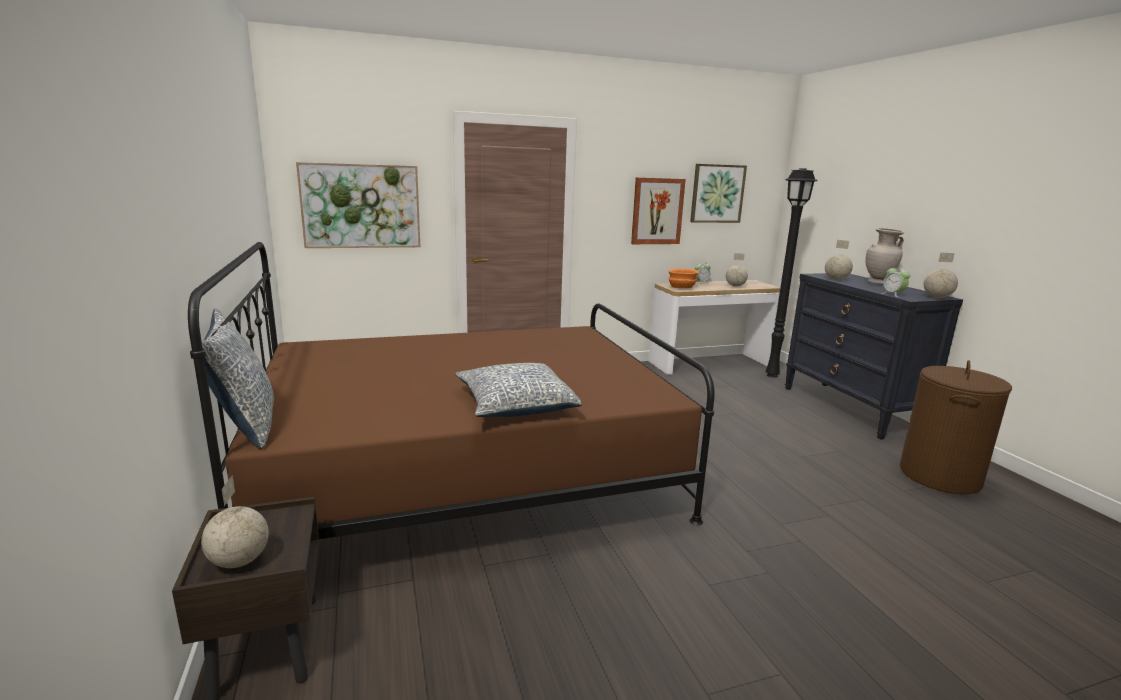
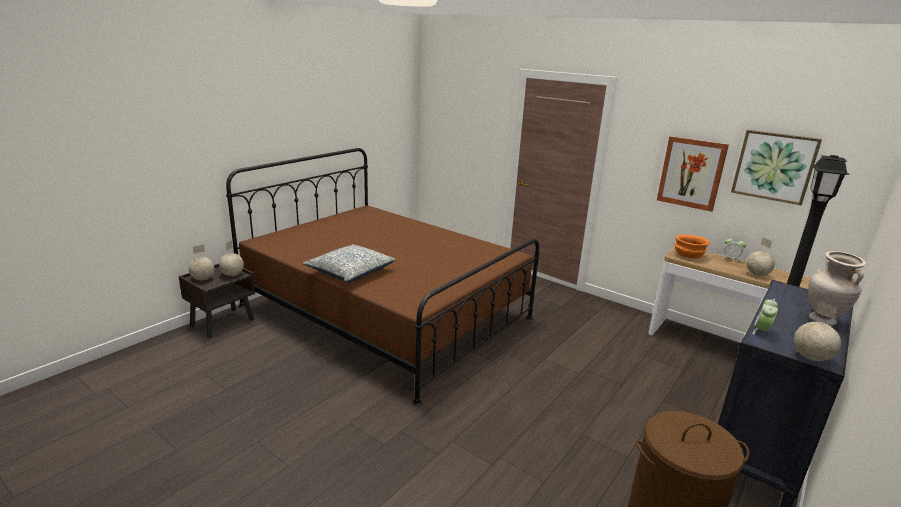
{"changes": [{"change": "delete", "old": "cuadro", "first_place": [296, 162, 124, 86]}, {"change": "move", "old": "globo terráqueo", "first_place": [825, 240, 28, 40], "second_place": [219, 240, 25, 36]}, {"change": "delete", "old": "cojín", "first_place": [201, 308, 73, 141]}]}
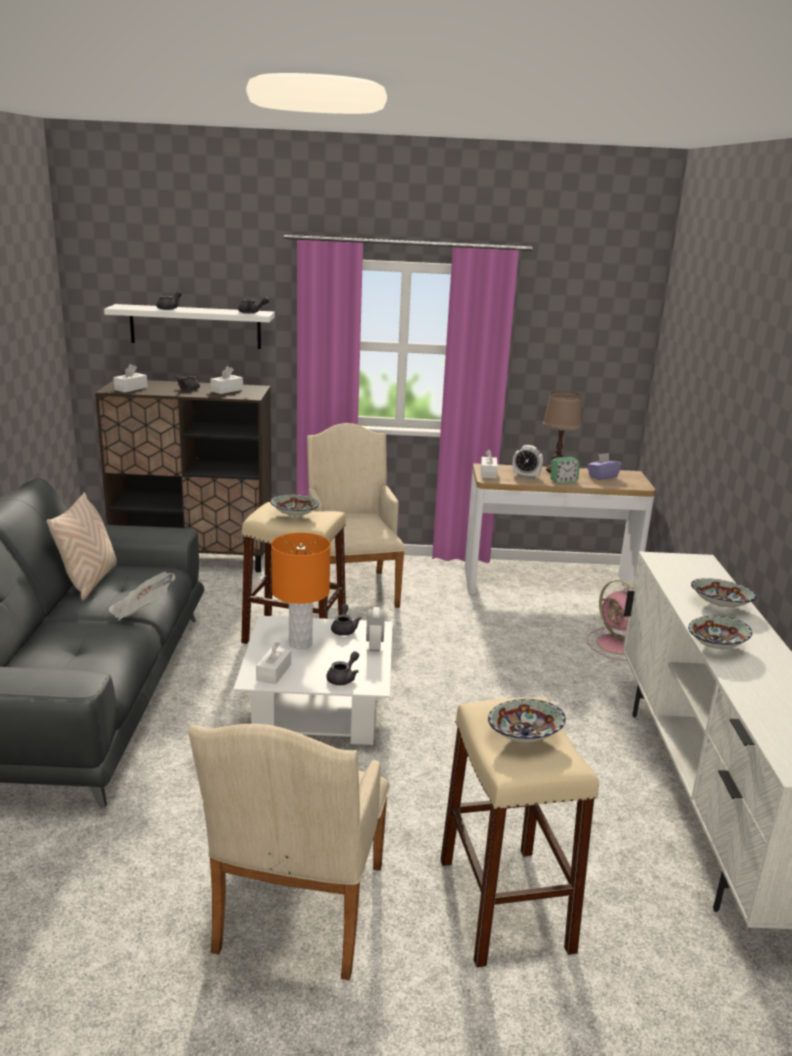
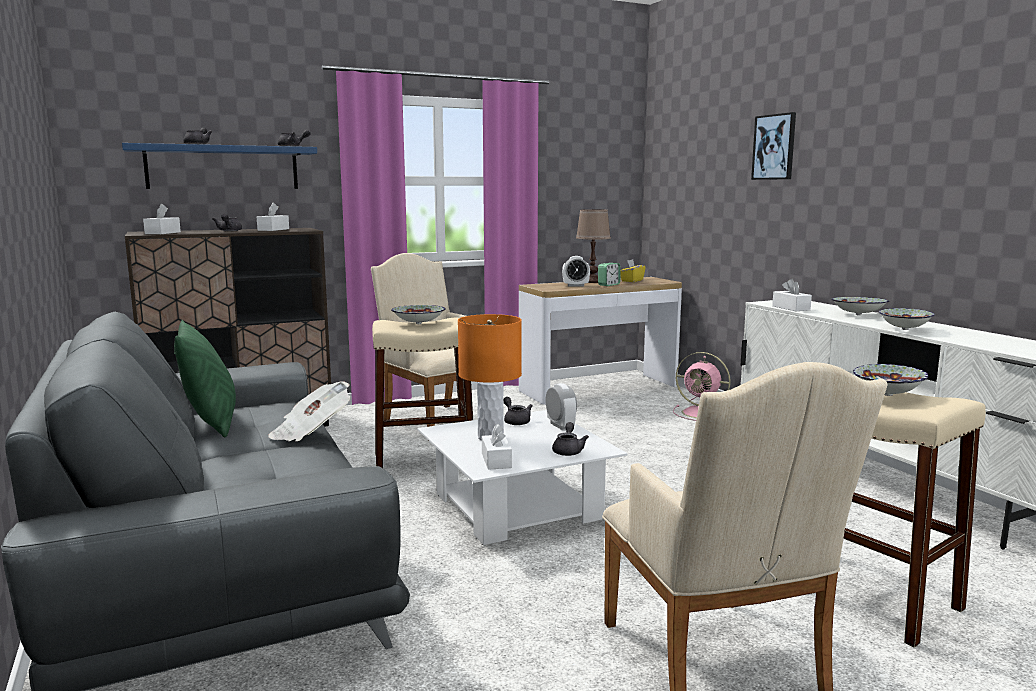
{"changes": [{"change": "recolor", "old": "estante [blanco]", "new": "estante [azul]", "first_place": [104, 304, 171, 45], "second_place": [122, 143, 195, 46]}, {"change": "move", "old": "caja de pañuelos [blanco]", "first_place": [481, 450, 17, 28], "second_place": [772, 279, 40, 32]}, {"change": "recolor", "old": "caja de pañuelos [morado]", "new": "caja de pañuelos [amarillo]", "first_place": [587, 453, 35, 27], "second_place": [620, 260, 26, 22]}, {"change": "recolor", "old": "cojín [beis]", "new": "cojín [verde]", "first_place": [47, 492, 70, 108], "second_place": [174, 320, 62, 117]}, {"change": "insert", "new": "cuadro", "second_place": [751, 112, 45, 68]}]}
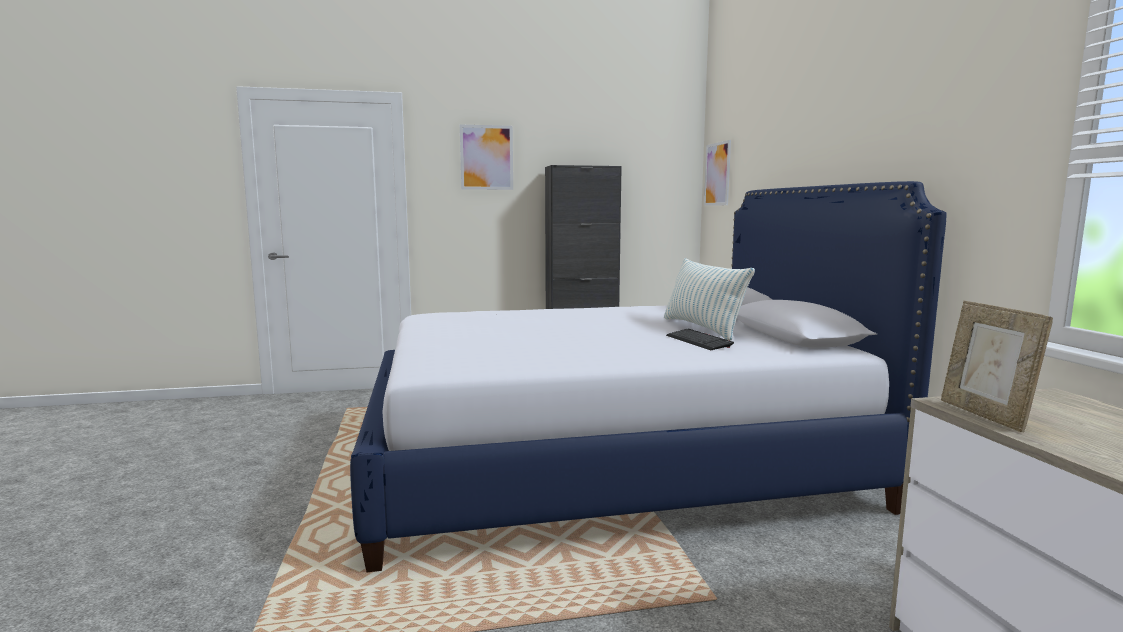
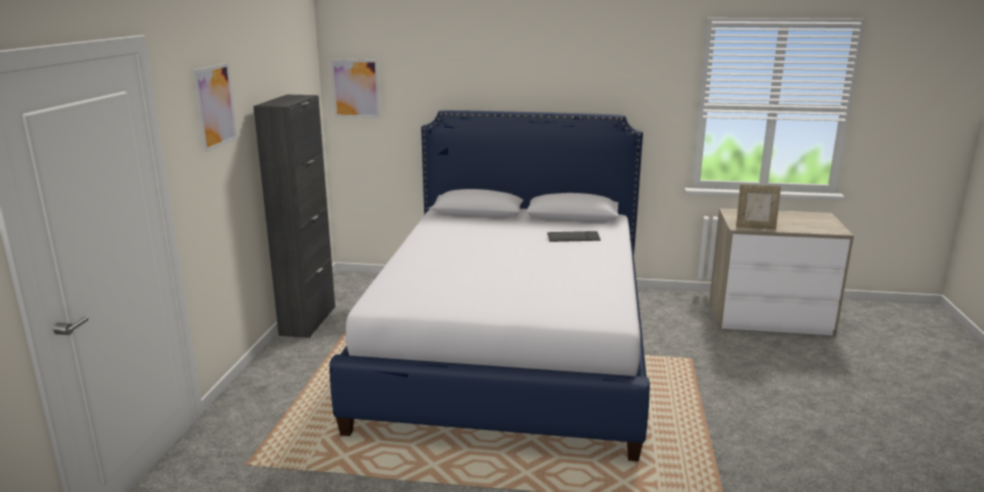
{"changes": [{"change": "delete", "old": "cojín", "first_place": [664, 258, 91, 83]}]}
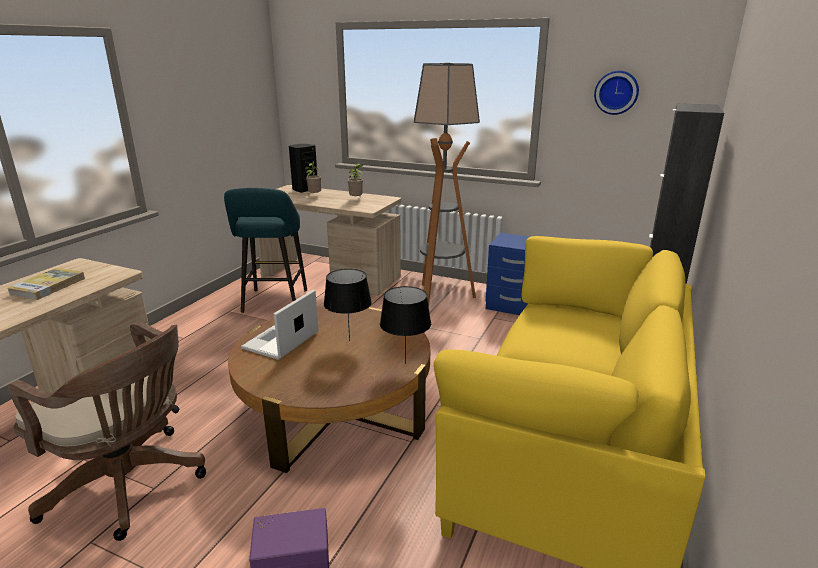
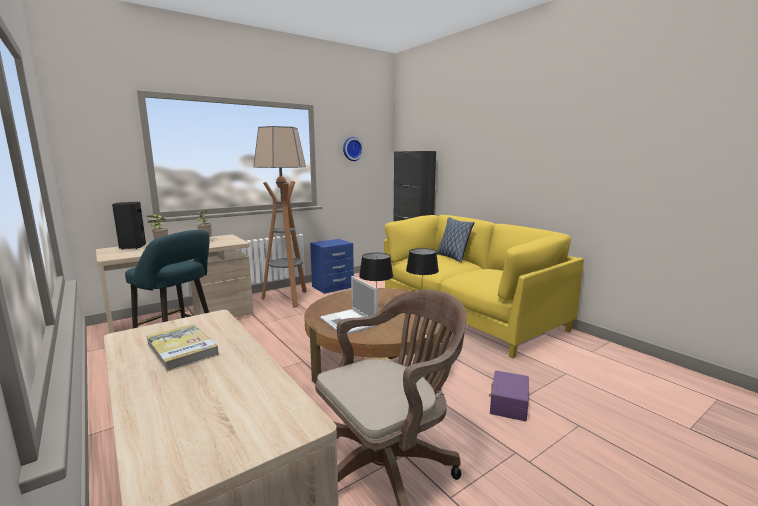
{"changes": [{"change": "insert", "new": "cojín", "second_place": [437, 217, 37, 46]}]}
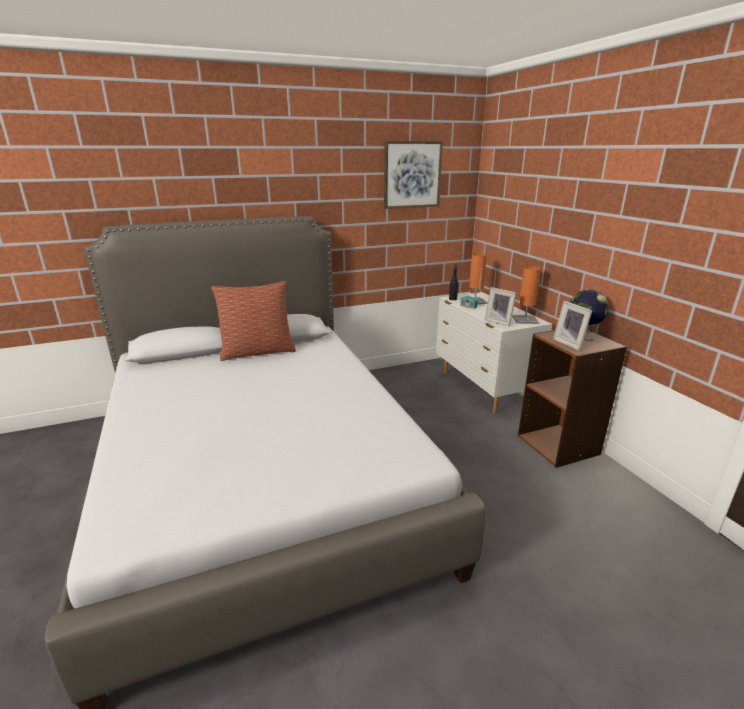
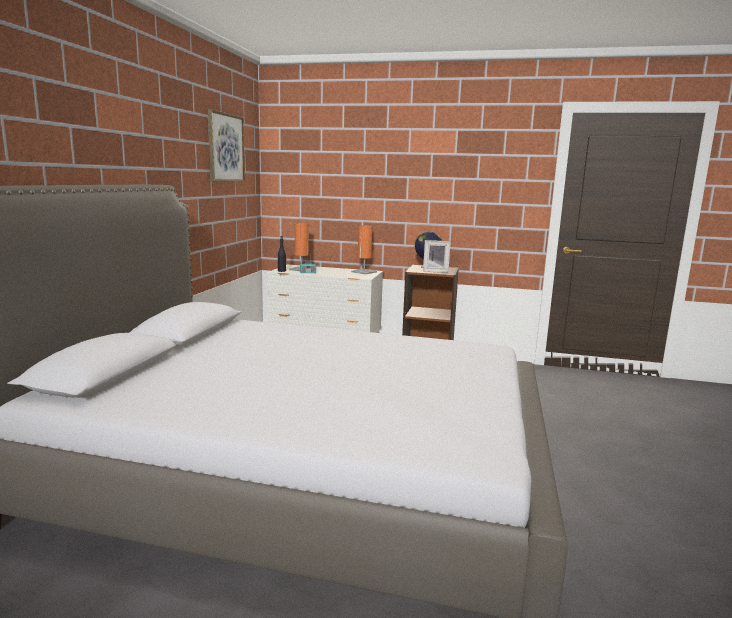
{"changes": [{"change": "delete", "old": "cojín", "first_place": [211, 281, 85, 80]}, {"change": "delete", "old": "portarretratos", "first_place": [485, 287, 31, 40]}]}
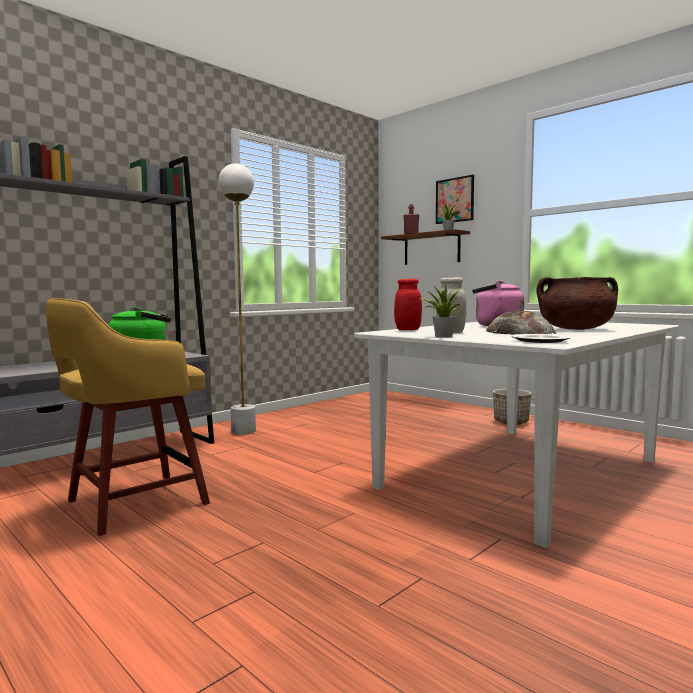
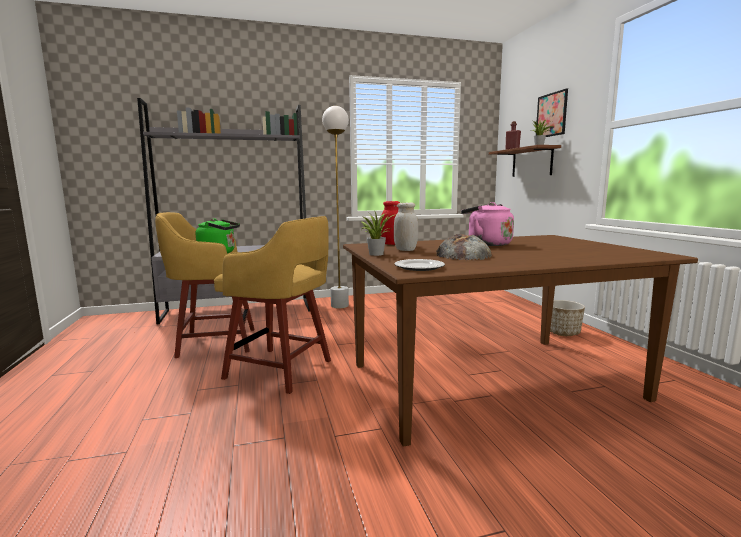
{"changes": [{"change": "delete", "old": "olla [marrón]", "first_place": [536, 277, 82, 53]}, {"change": "recolor", "old": "mesa de comedor [blanco]", "new": "mesa de comedor [marrón]", "first_place": [354, 322, 325, 226], "second_place": [343, 235, 355, 212]}, {"change": "insert", "new": "taburete [amarillo]", "second_place": [214, 216, 117, 178]}]}
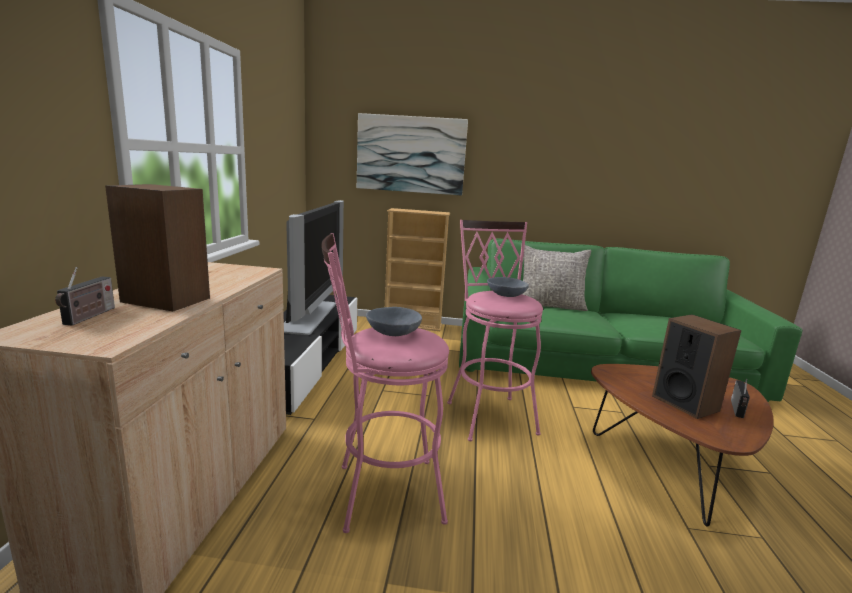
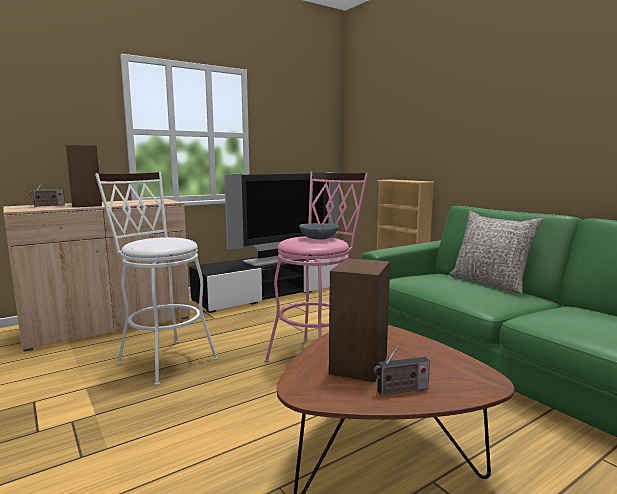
{"changes": [{"change": "delete", "old": "cuadro", "first_place": [357, 113, 111, 83]}, {"change": "recolor", "old": "taburete [rosa]", "new": "taburete [blanco]", "first_place": [321, 233, 128, 300], "second_place": [95, 172, 123, 214]}, {"change": "delete", "old": "cuenco [gris]", "first_place": [366, 307, 56, 29]}]}
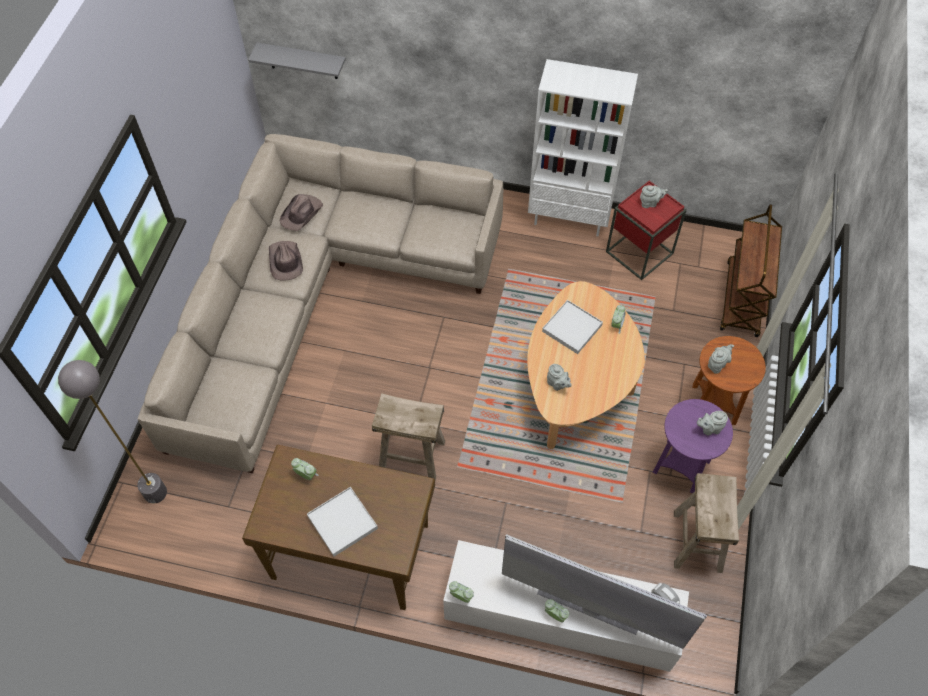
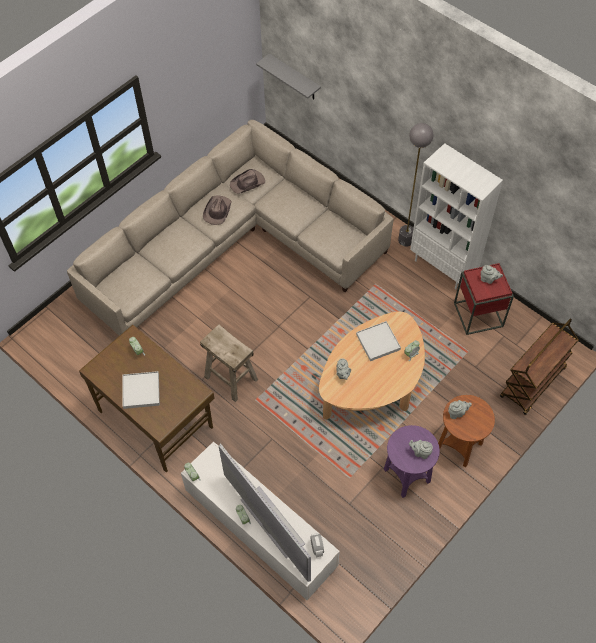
{"changes": [{"change": "move", "old": "lámpara de pie [gris]", "first_place": [58, 360, 109, 144], "second_place": [398, 123, 36, 124]}, {"change": "delete", "old": "taburete [beis]", "first_place": [674, 473, 65, 100]}]}
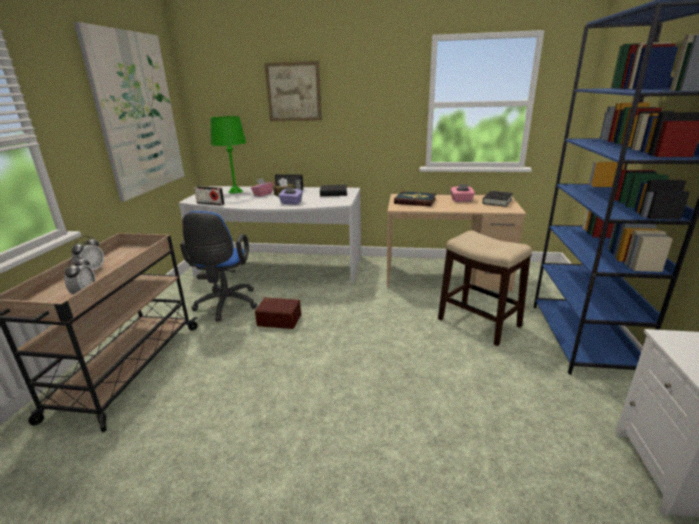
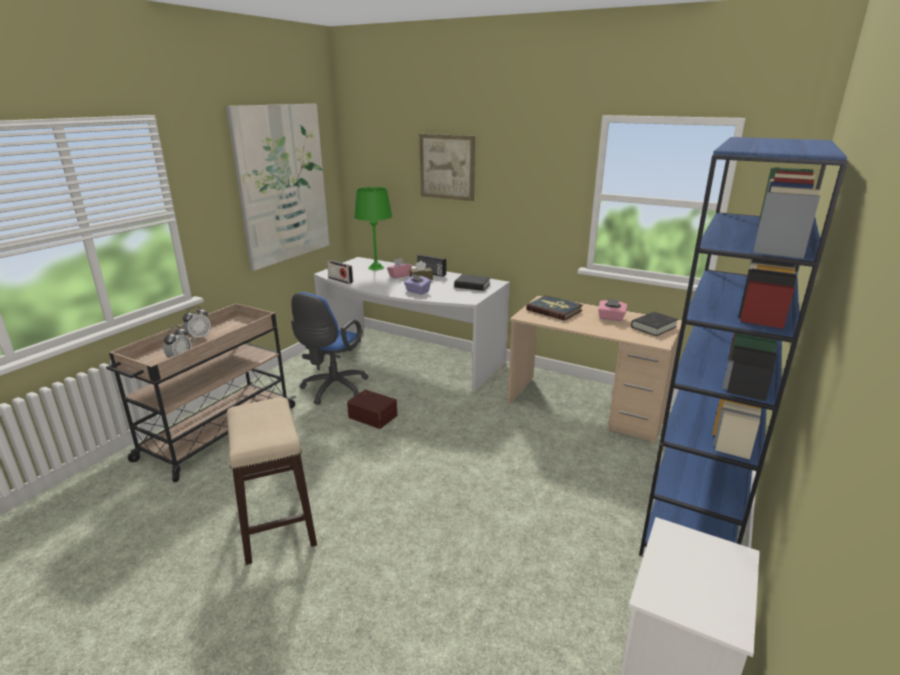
{"changes": [{"change": "move", "old": "taburete", "first_place": [438, 230, 94, 116], "second_place": [226, 397, 91, 168]}]}
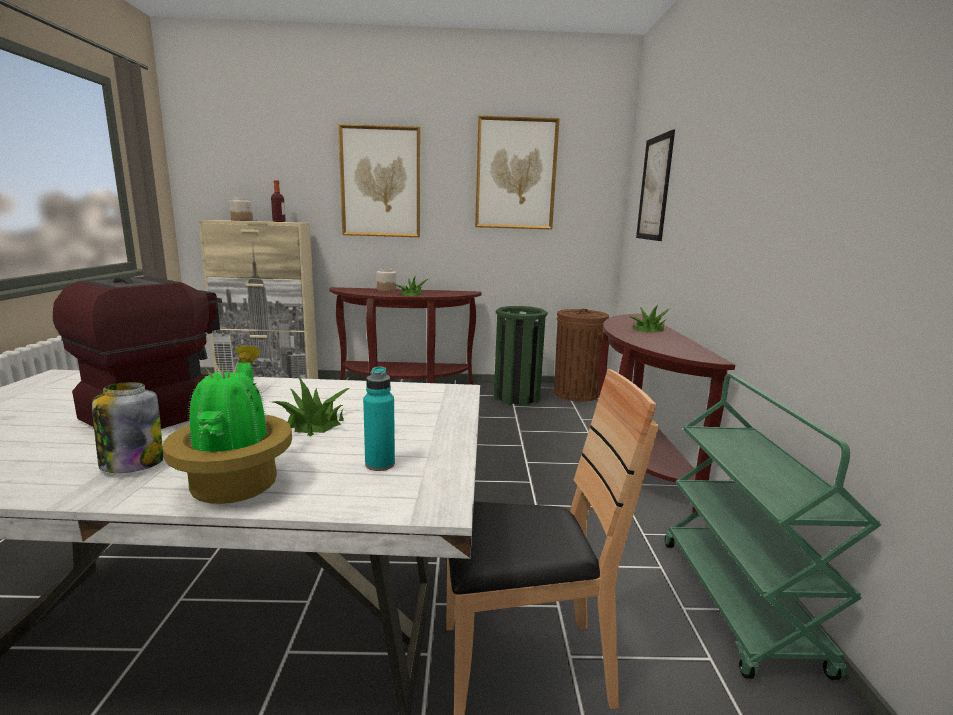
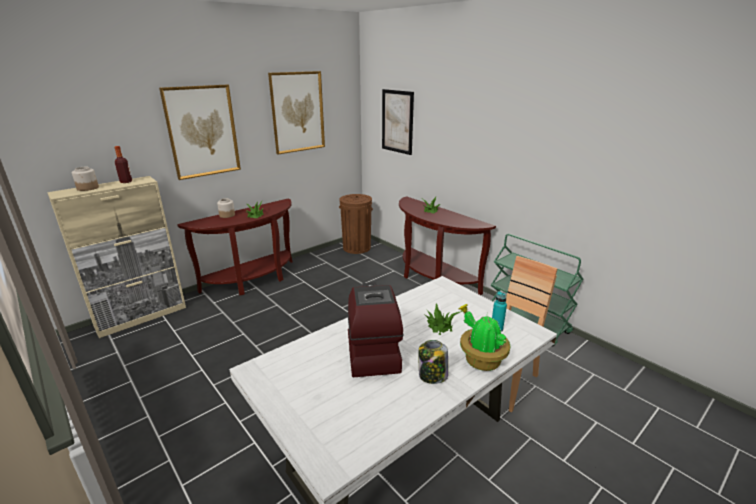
{"changes": [{"change": "delete", "old": "papelera [verde]", "first_place": [494, 306, 54, 100]}]}
